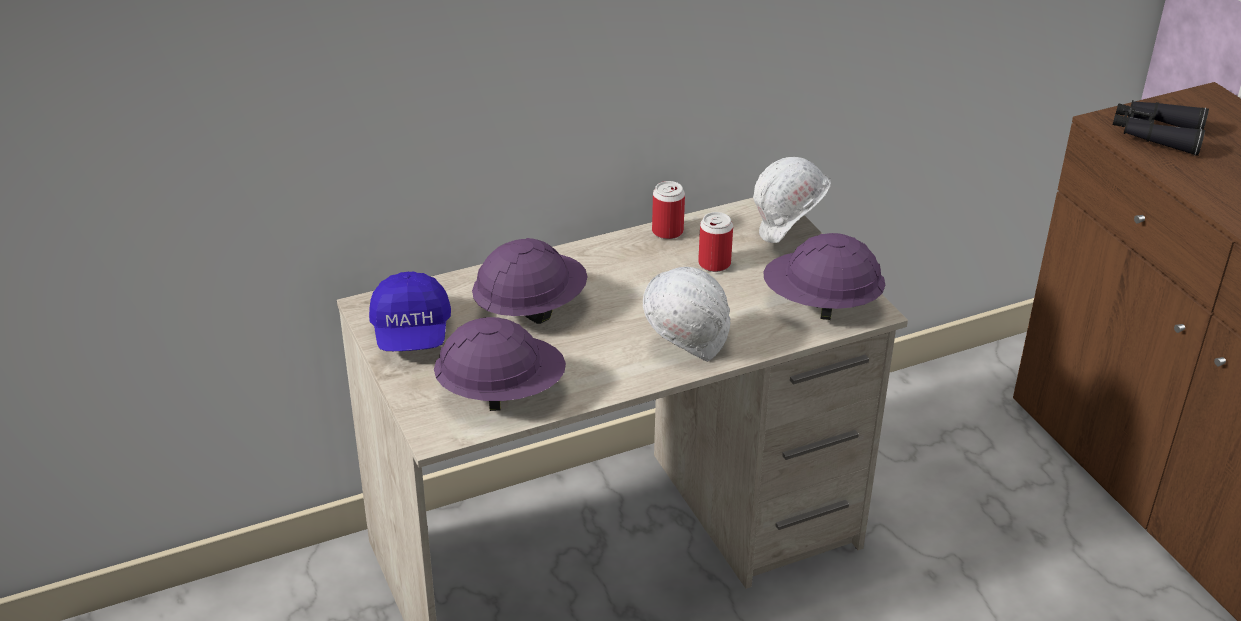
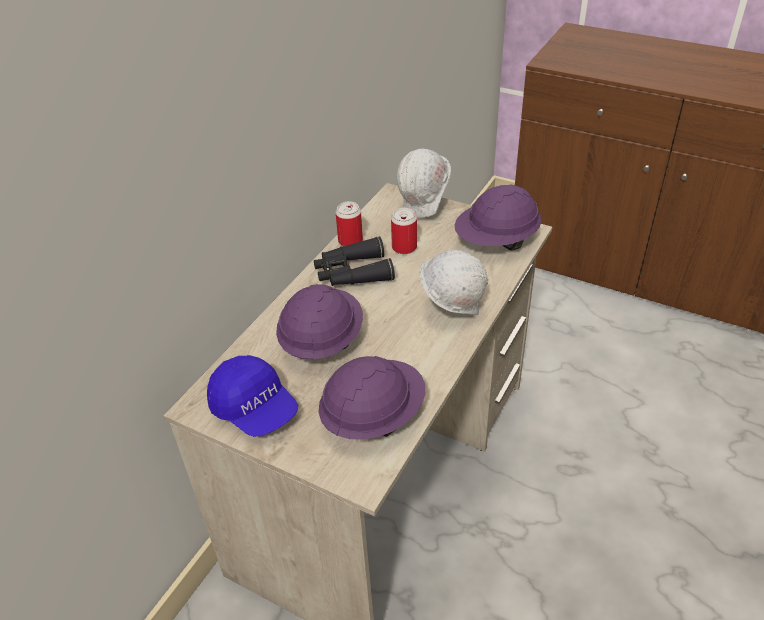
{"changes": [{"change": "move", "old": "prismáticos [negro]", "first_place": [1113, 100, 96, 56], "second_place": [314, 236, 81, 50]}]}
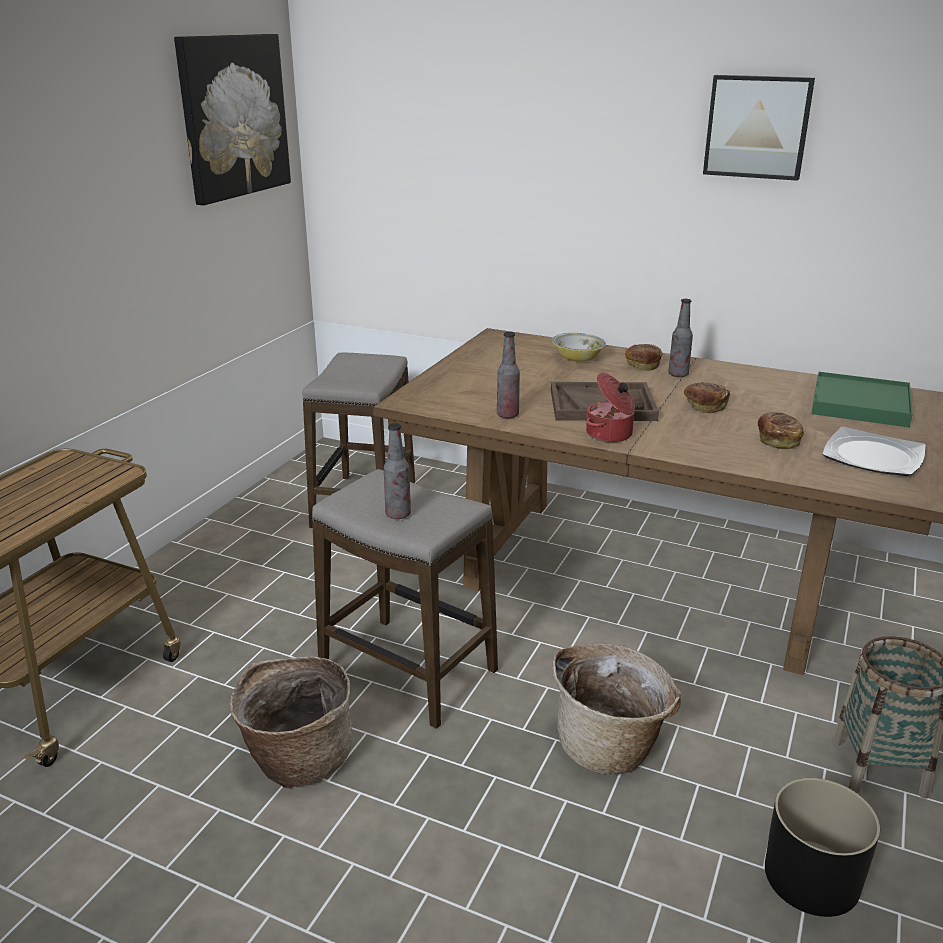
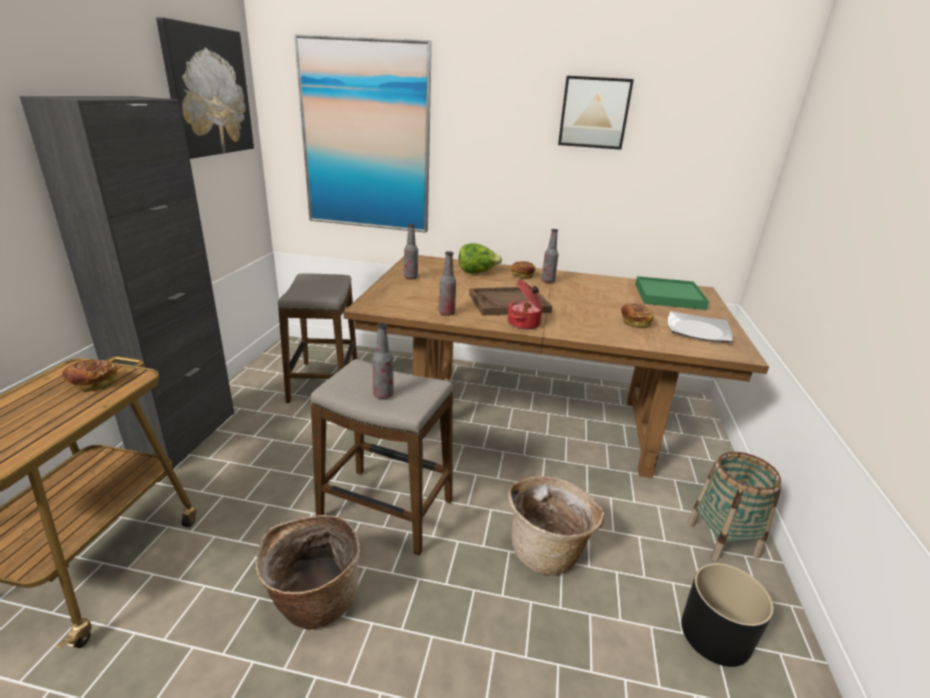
{"changes": [{"change": "replace", "old": "cuenco", "new": "lechuga", "first_place": [552, 333, 54, 29], "second_place": [458, 243, 44, 31]}, {"change": "move", "old": "pan", "first_place": [684, 382, 46, 31], "second_place": [62, 360, 55, 33]}, {"change": "insert", "new": "cuadro", "second_place": [294, 34, 138, 199]}, {"change": "insert", "new": "armario [negro]", "second_place": [20, 96, 214, 374]}, {"change": "insert", "new": "botella", "second_place": [404, 224, 14, 56]}]}
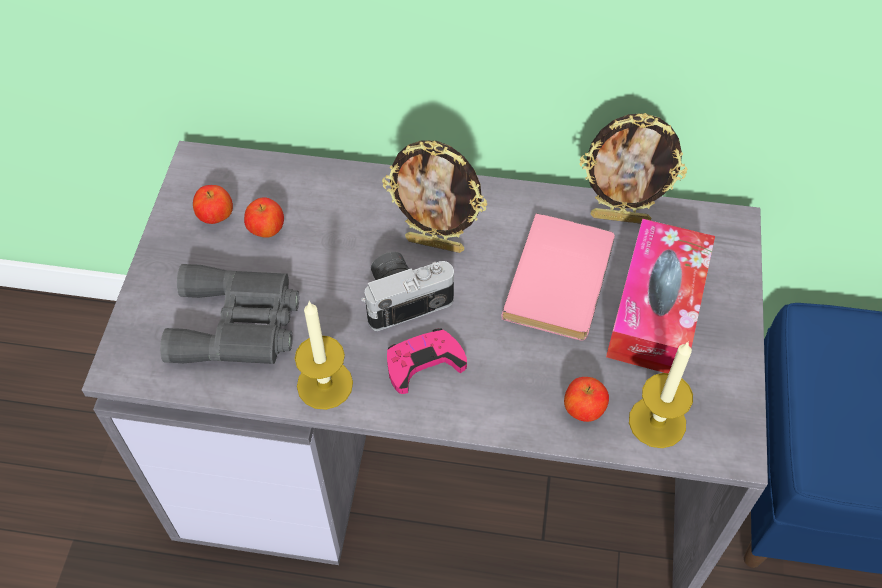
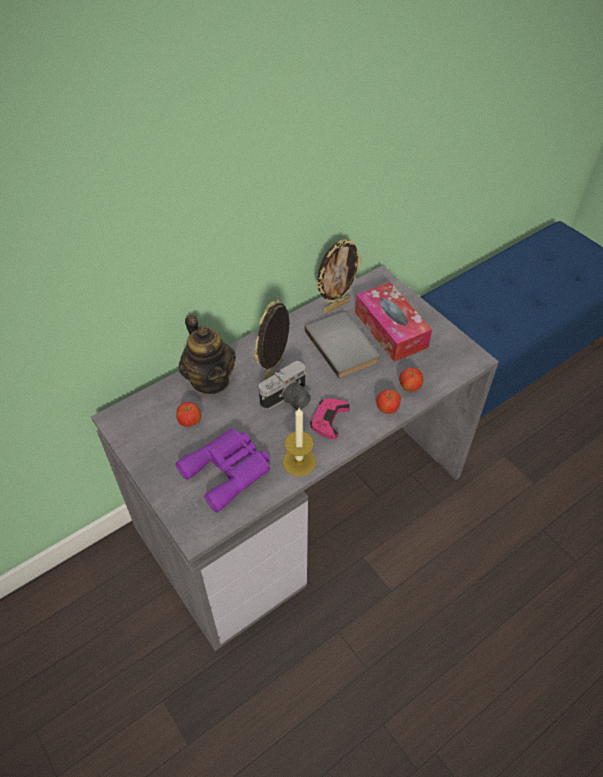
{"changes": [{"change": "rotate", "old": "portarretratos", "first_place": [382, 140, 105, 113], "second_place": [254, 300, 36, 80], "degrees": 150}, {"change": "move", "old": "manzana", "first_place": [193, 185, 40, 39], "second_place": [376, 389, 25, 25]}, {"change": "recolor", "old": "libro [rosa]", "new": "libro [gris]", "first_place": [501, 213, 114, 127], "second_place": [305, 312, 75, 67]}, {"change": "rotate", "old": "cámara", "first_place": [361, 252, 93, 79], "second_place": [259, 361, 52, 49], "degrees": -150}, {"change": "recolor", "old": "prismáticos [gris]", "new": "prismáticos [morado]", "first_place": [160, 264, 139, 100], "second_place": [176, 428, 94, 85]}, {"change": "delete", "old": "vela", "first_place": [629, 341, 64, 107]}, {"change": "insert", "new": "tetera", "second_place": [179, 315, 57, 79]}]}
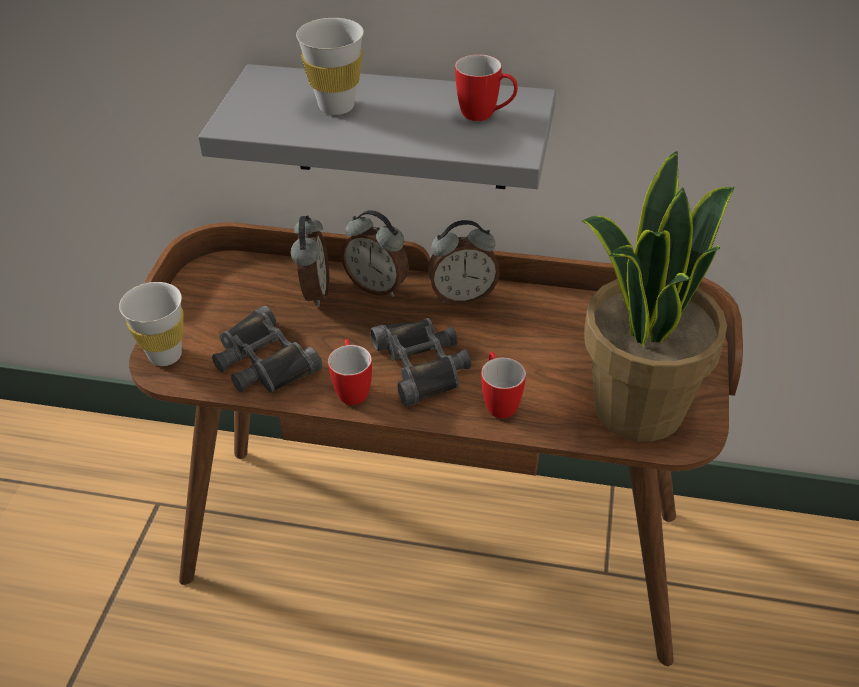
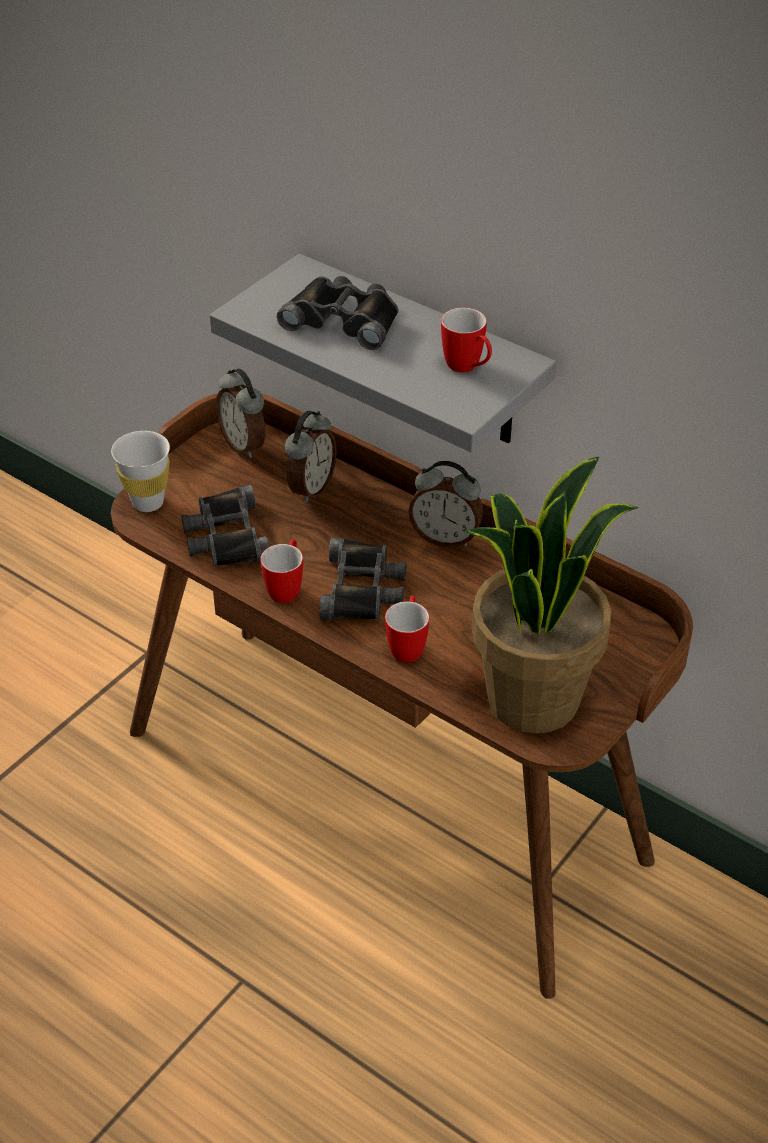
{"changes": [{"change": "replace", "old": "taza [blanco]", "new": "prismáticos [negro]", "first_place": [296, 18, 68, 97], "second_place": [277, 276, 122, 74]}, {"change": "move", "old": "despertador", "first_place": [341, 210, 68, 87], "second_place": [216, 368, 50, 90]}]}
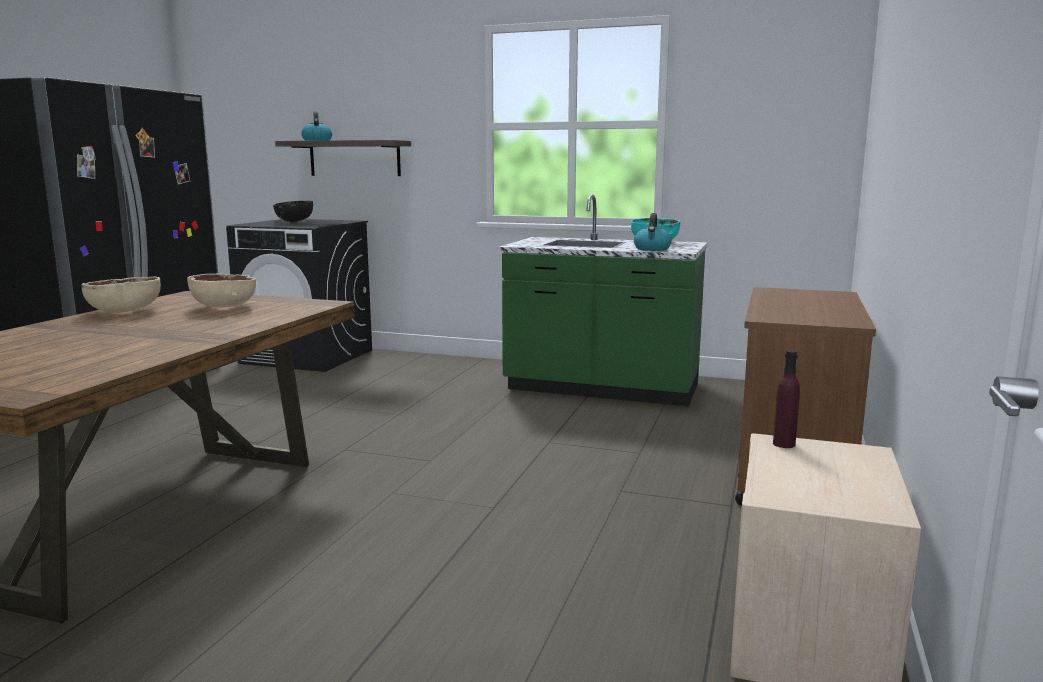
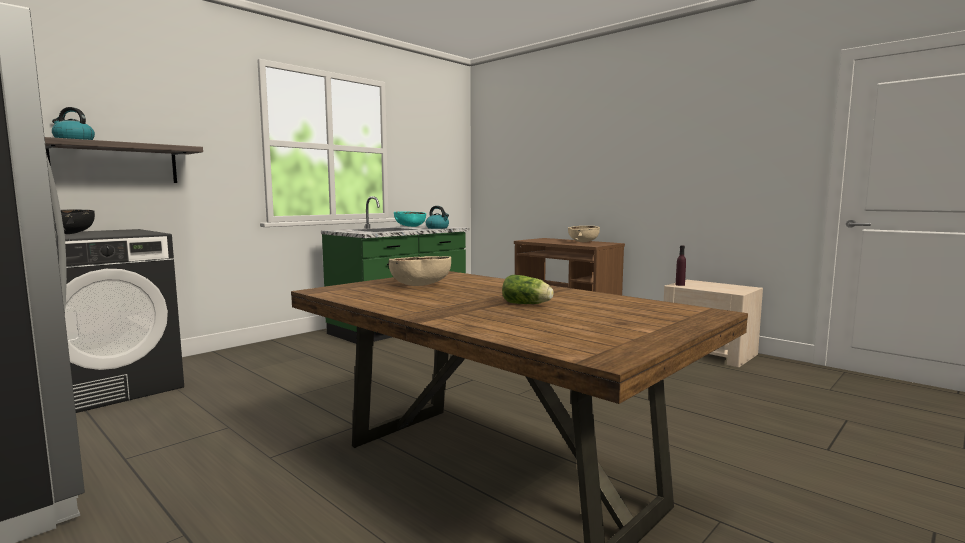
{"changes": [{"change": "move", "old": "cuenco [beis]", "first_place": [81, 277, 80, 36], "second_place": [568, 226, 32, 16]}, {"change": "insert", "new": "lechuga", "second_place": [502, 275, 52, 29]}]}
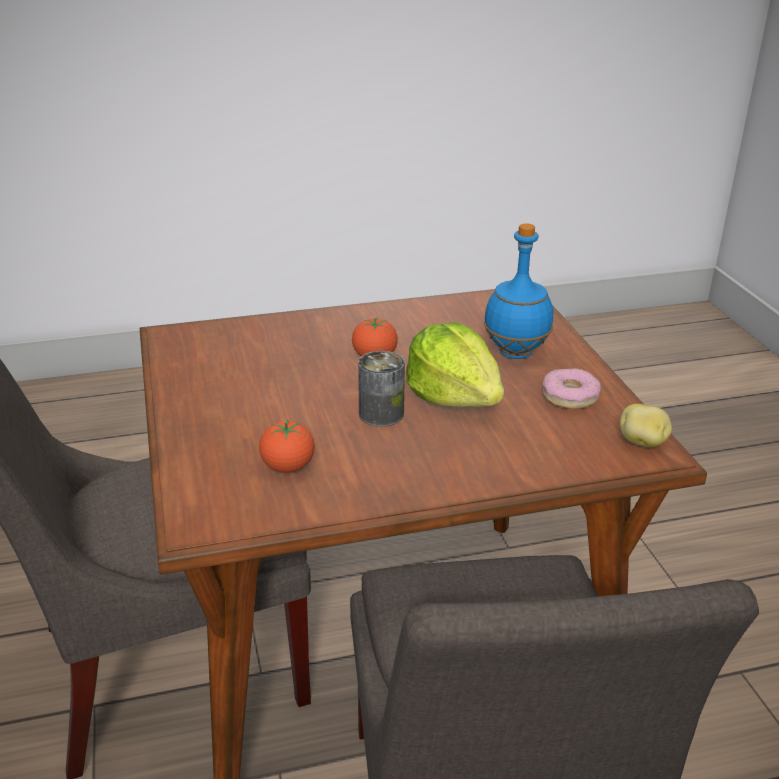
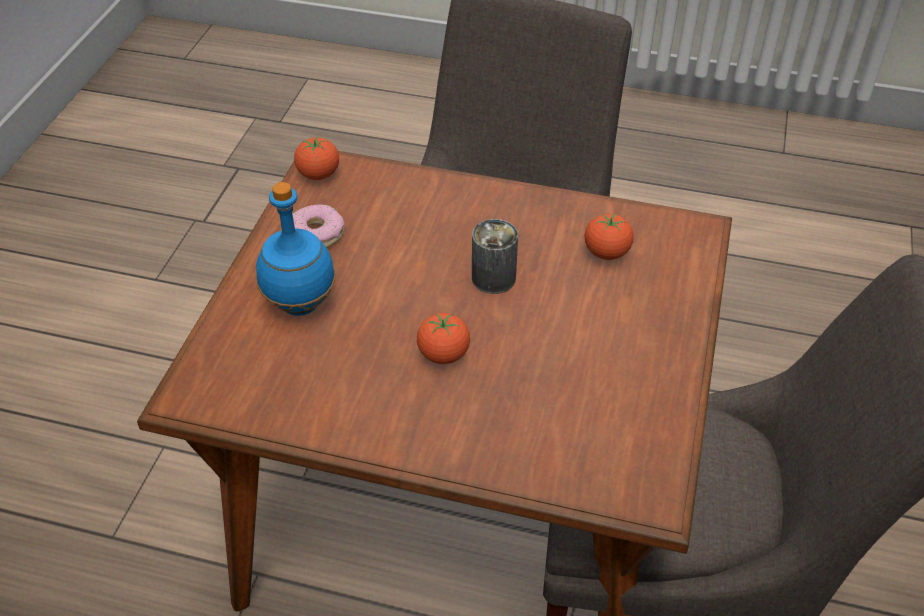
{"changes": [{"change": "delete", "old": "lechuga", "first_place": [406, 322, 98, 85]}, {"change": "replace", "old": "patata", "new": "tomate", "first_place": [620, 404, 52, 43], "second_place": [294, 137, 45, 43]}]}
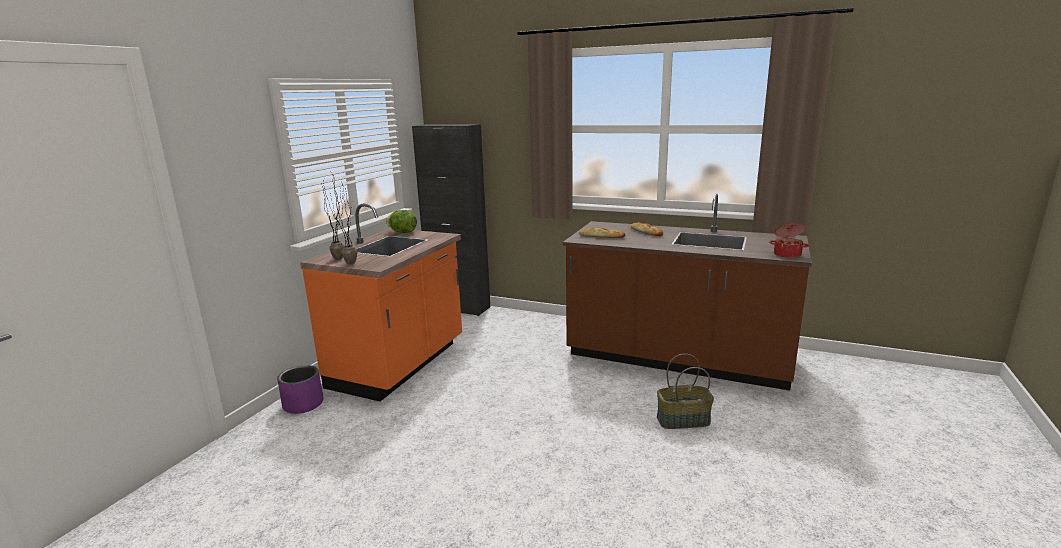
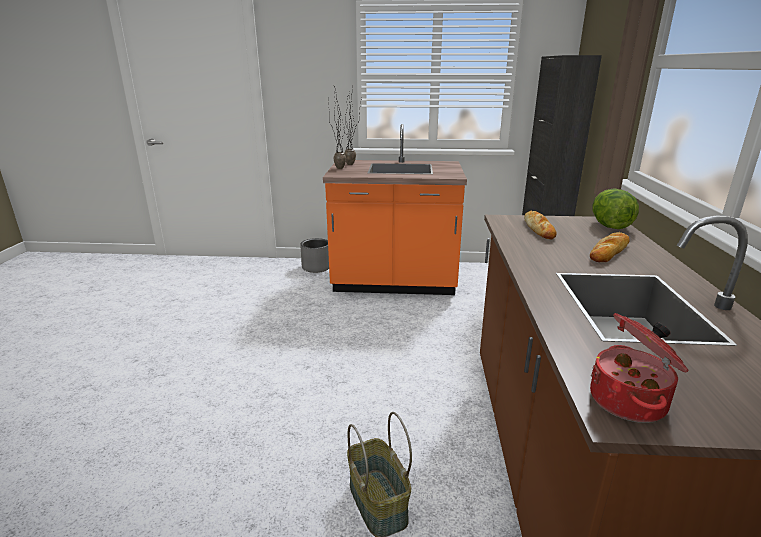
{"changes": [{"change": "move", "old": "lechuga", "first_place": [386, 210, 31, 23], "second_place": [592, 188, 47, 41]}, {"change": "recolor", "old": "maceta [morado]", "new": "maceta [gris]", "first_place": [277, 365, 46, 49], "second_place": [300, 238, 29, 35]}]}
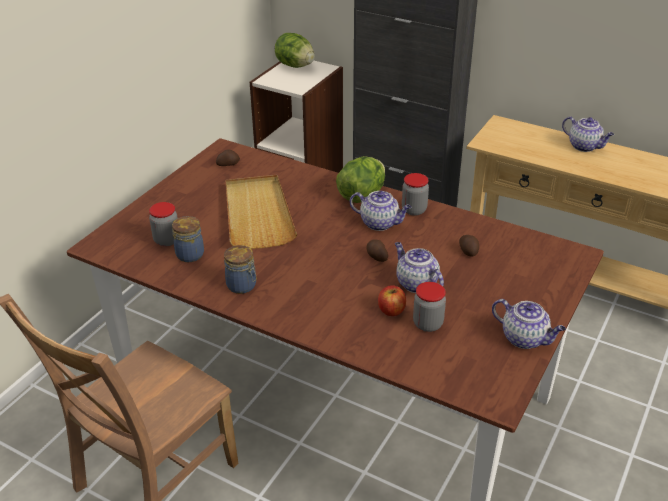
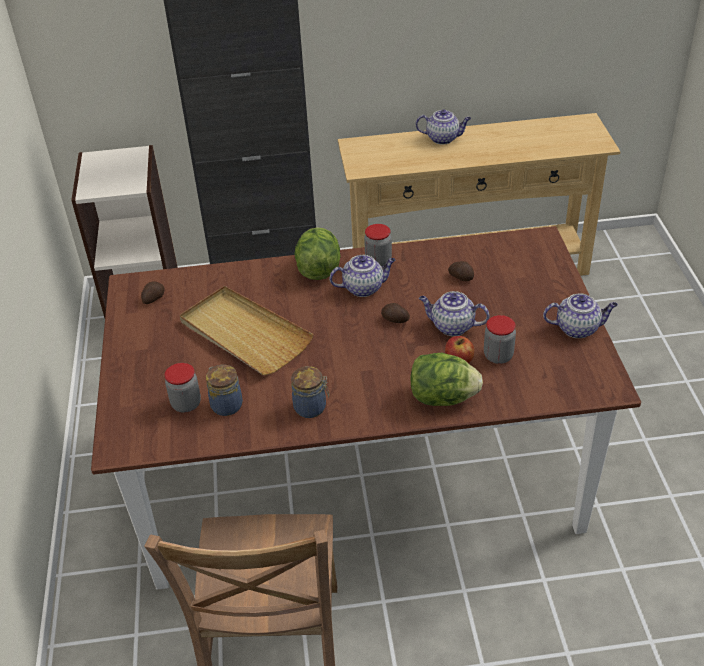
{"changes": [{"change": "move", "old": "lechuga", "first_place": [275, 33, 40, 35], "second_place": [410, 353, 73, 53]}]}
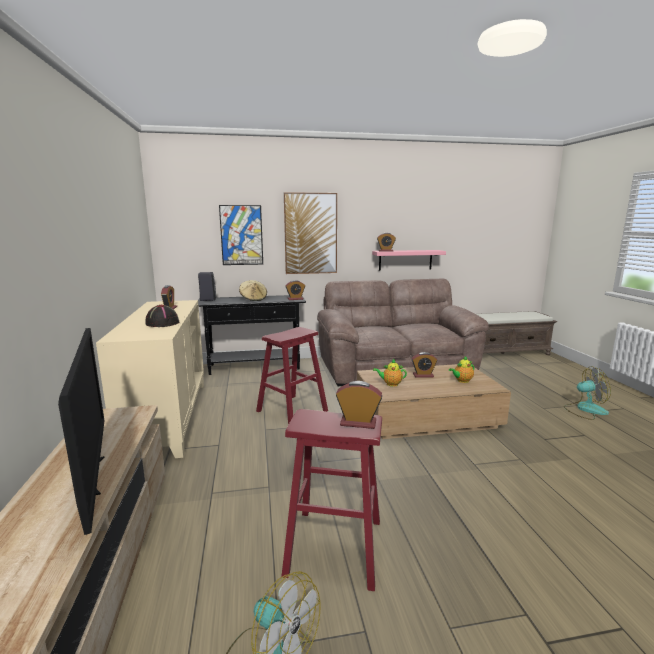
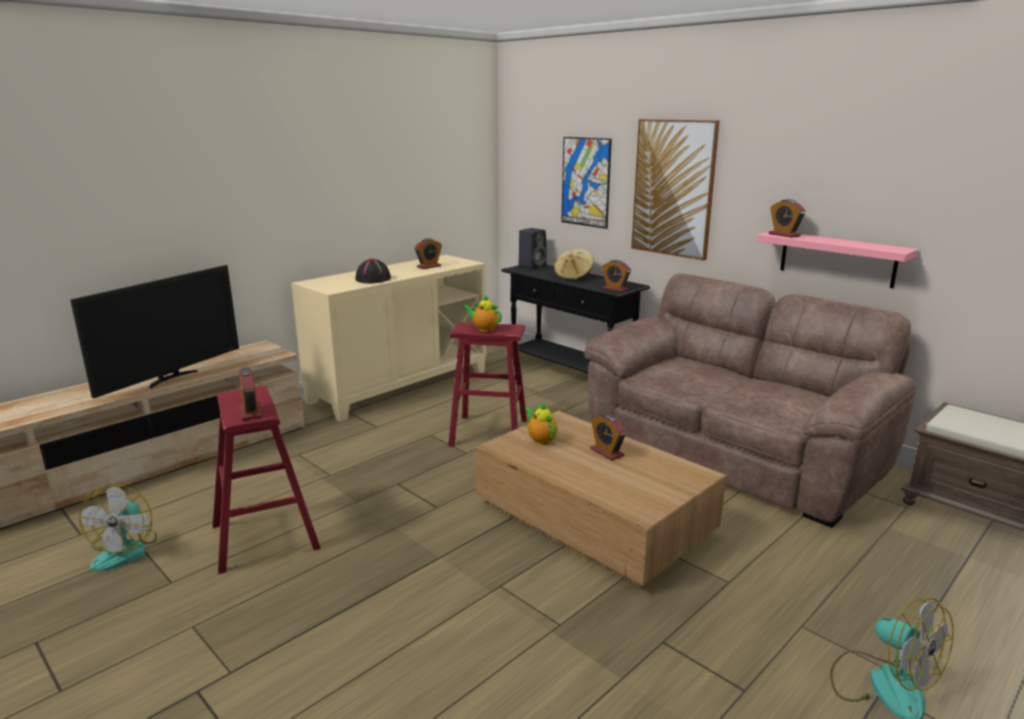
{"changes": [{"change": "move", "old": "tetera", "first_place": [449, 356, 25, 27], "second_place": [463, 295, 39, 37]}]}
